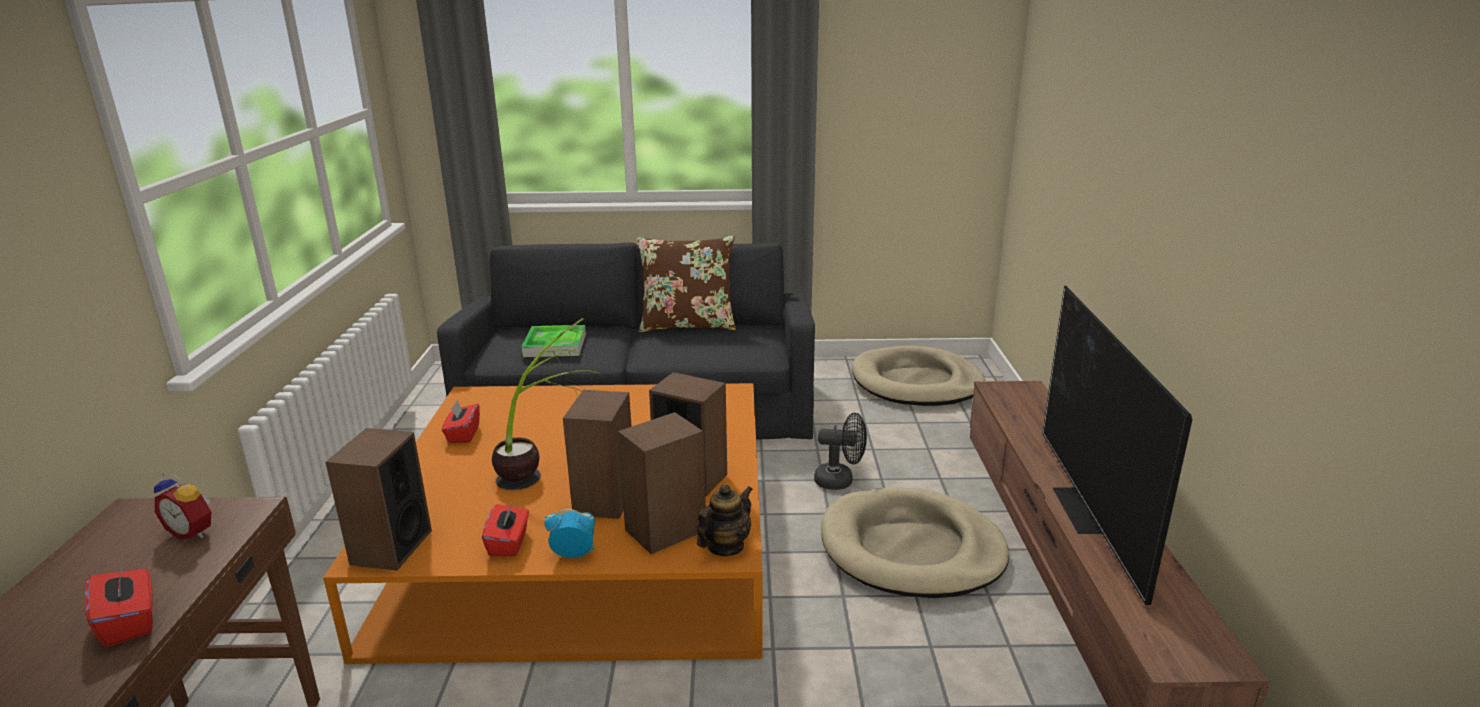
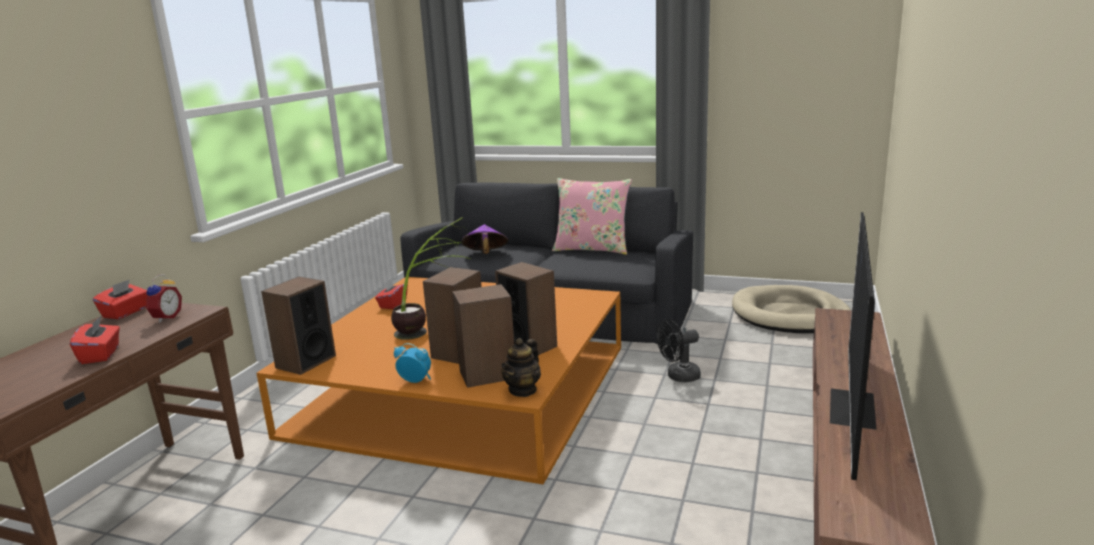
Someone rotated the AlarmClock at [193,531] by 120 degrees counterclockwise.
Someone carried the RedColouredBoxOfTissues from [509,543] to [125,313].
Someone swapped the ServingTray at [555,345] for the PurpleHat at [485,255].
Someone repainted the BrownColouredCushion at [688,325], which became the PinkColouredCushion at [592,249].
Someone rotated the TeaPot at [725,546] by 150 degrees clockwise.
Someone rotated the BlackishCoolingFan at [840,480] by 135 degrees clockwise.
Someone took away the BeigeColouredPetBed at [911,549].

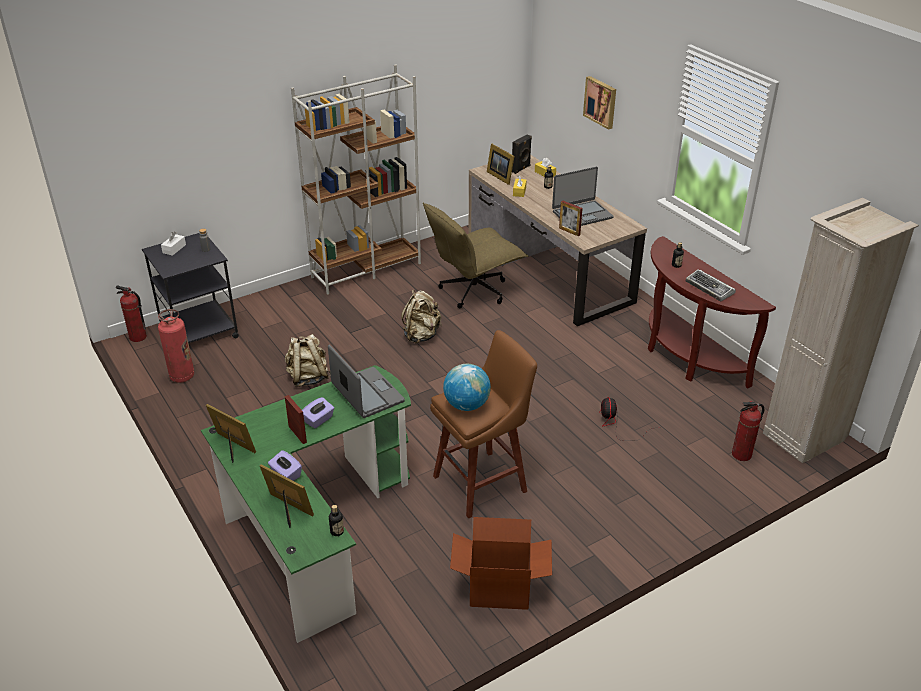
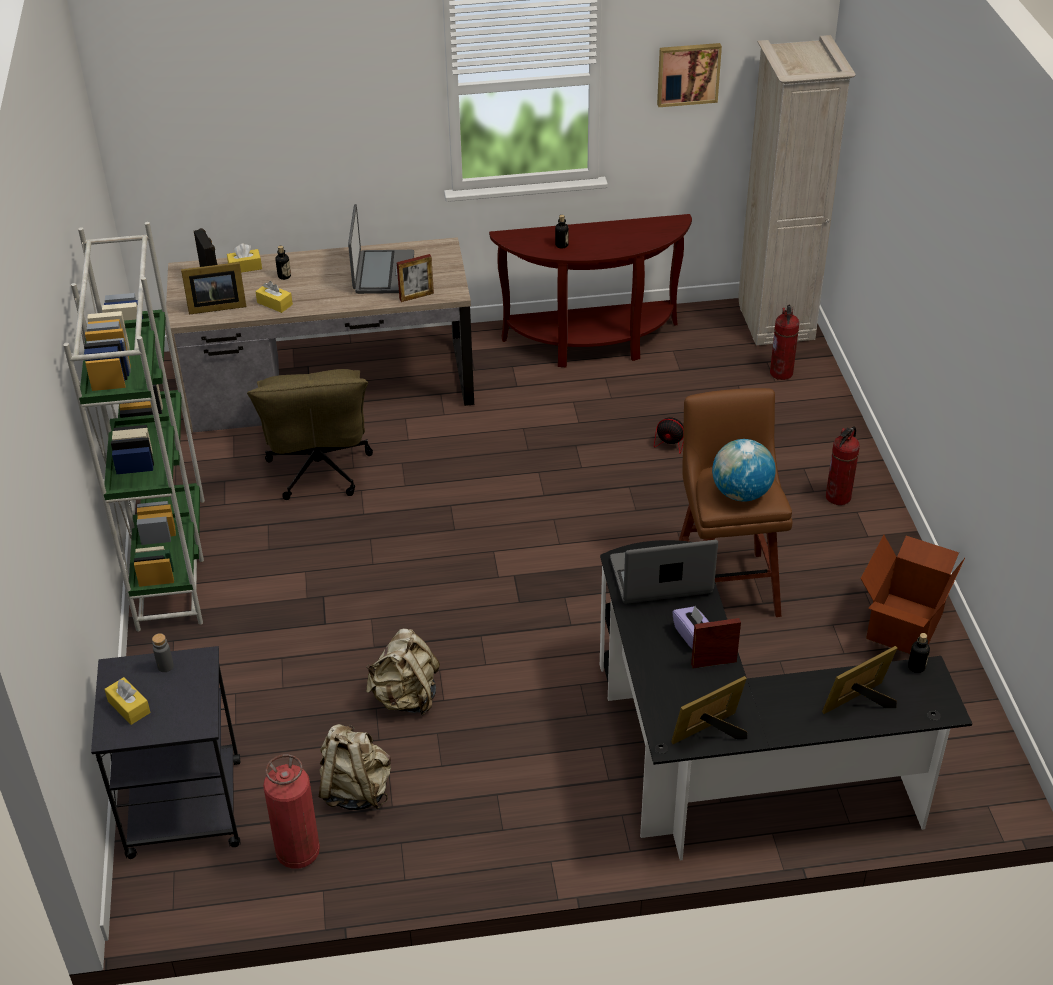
Someone carried the FireExtinguisher from [137,337] to [838,497].
Someone repainted the WhitishBoxOfTissues at [174,249], which became the YellowColouredBoxOfTissues at [129,707].
Someone repainted the GreenColouredDesk at [313,525], which became the BlackishDesk at [727,766].
Someone took away the PurpleBoxOfTissues at [286,474].
Someone repainted the BrownColouredBookcase at [367,270], which became the GreenColouredBookcase at [171,562].
Someone carried the BeigeColouredRucksack from [421,335] to [356,790].
Someone carried the Picture from [601,102] to [688,73].
Someone took away the PcKeyboard at [710,288].

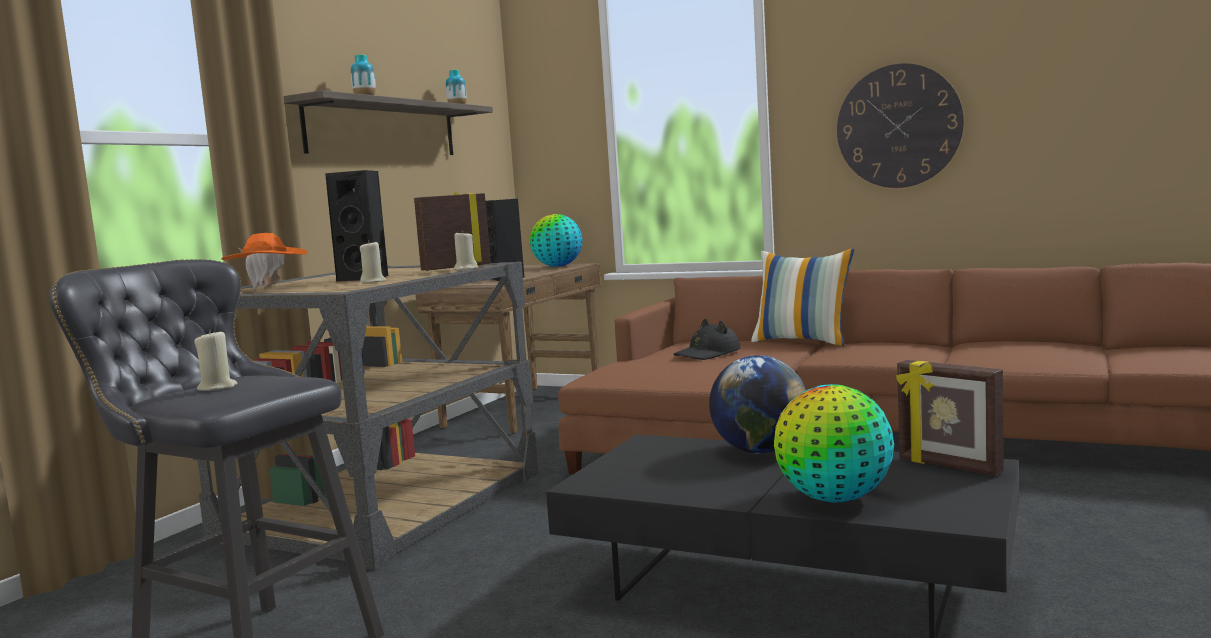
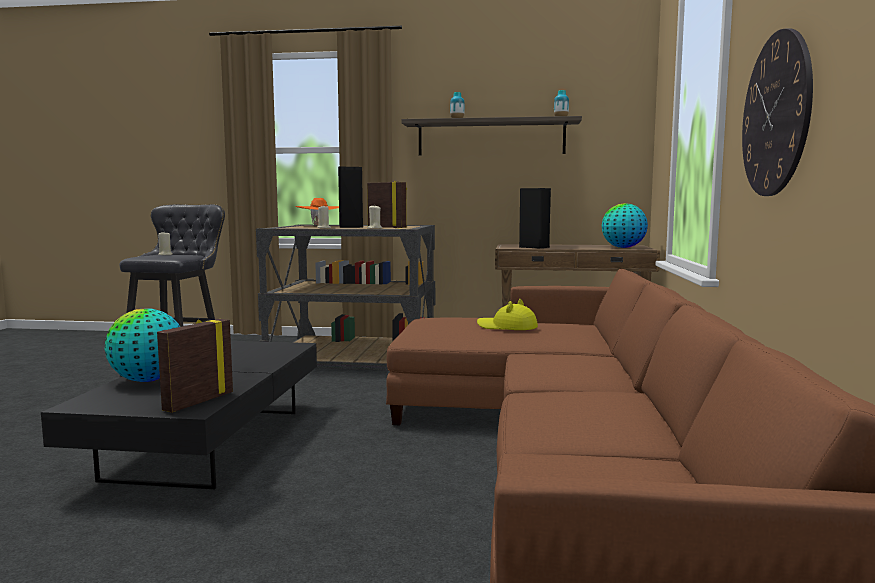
Someone repainted the BlackishHat at [707,354], which became the YellowColouredHat at [507,327].
Someone took away the Globe at [760,451].
Someone took away the Cushion at [802,341].

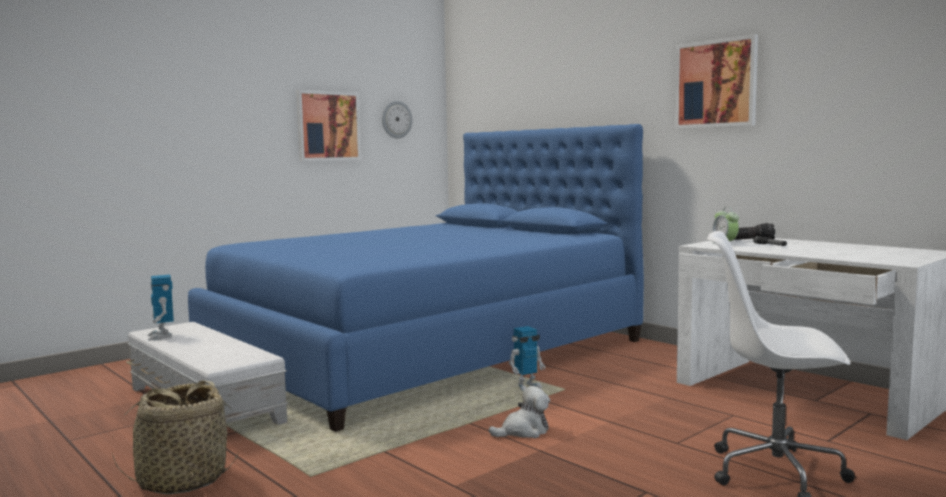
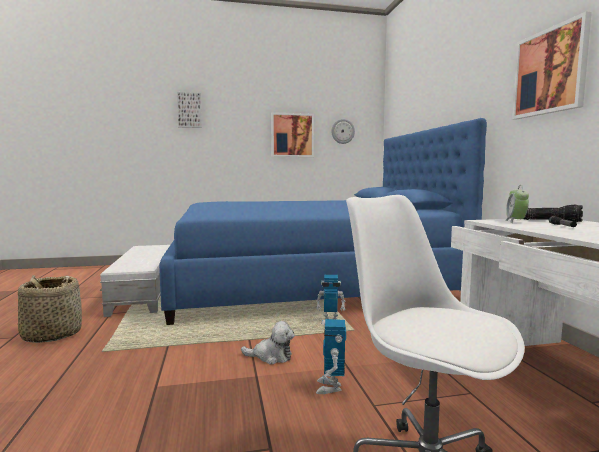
Someone carried the RobotFigure from [161,336] to [330,387].
Someone put up the Picture at [189,110].

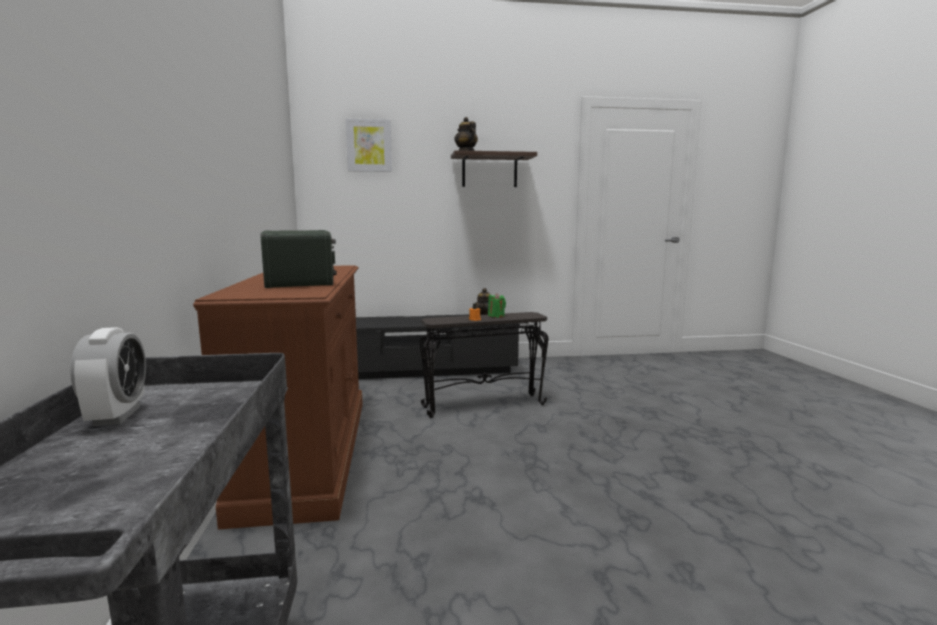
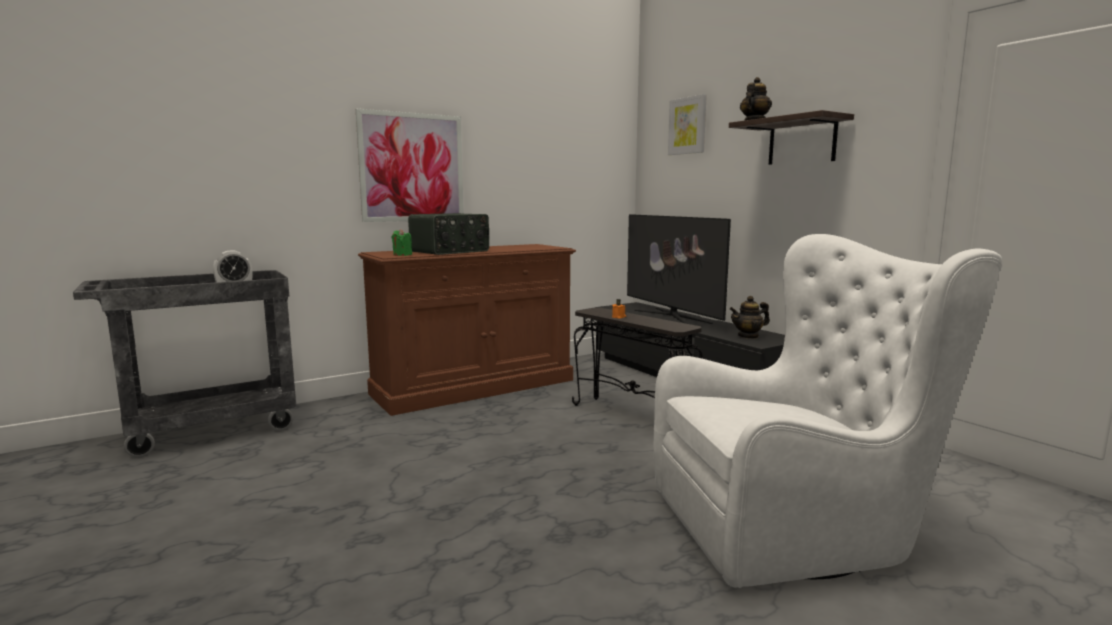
Someone carried the GreenColouredWaxCandle from [496,316] to [402,255].
Someone put up the Picture at [412,167].
Someone put down the TvSet at [671,316].
Someone put down the WhitishEasyChair at [798,526].

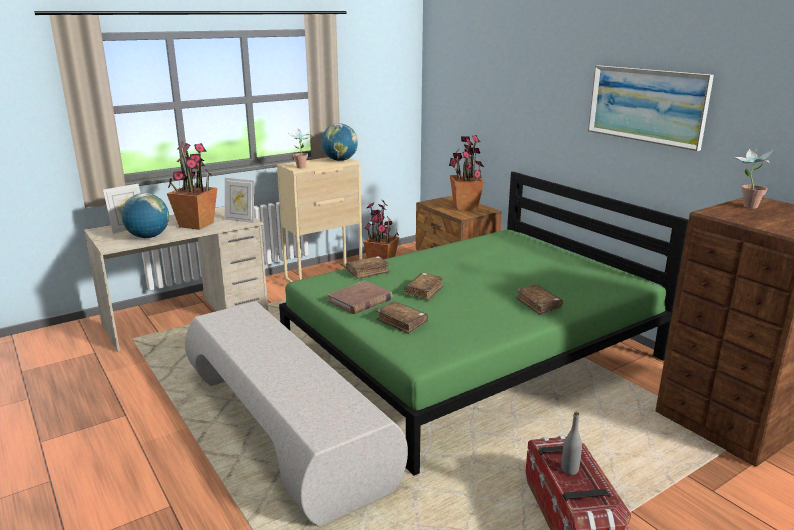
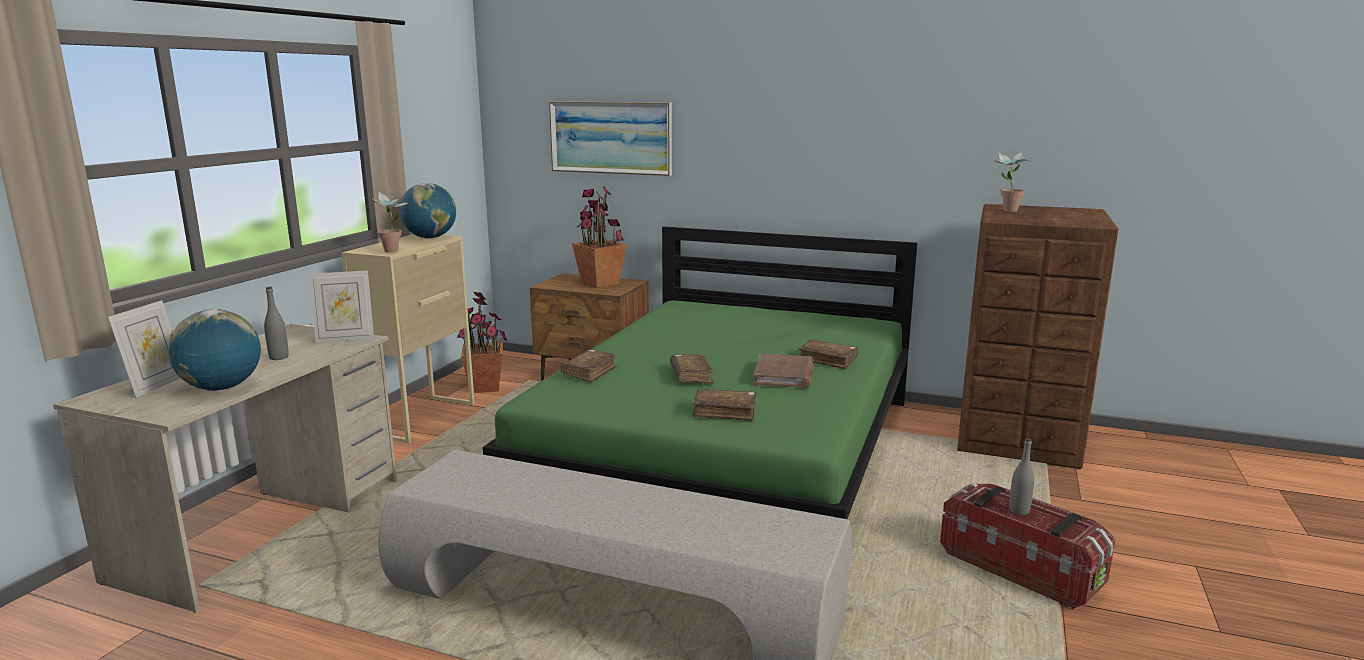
Someone swapped the PlantInAPot at [196,224] for the GreyishBottle at [279,357].
Someone carried the BrownColouredBoundBook from [360,300] to [784,375].
Someone carried the Picture from [646,105] to [610,137].

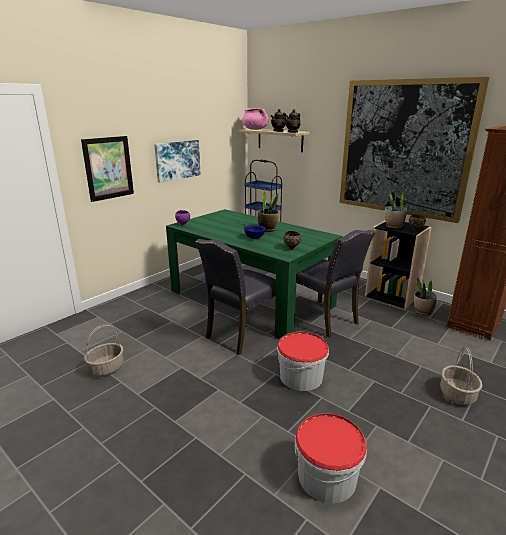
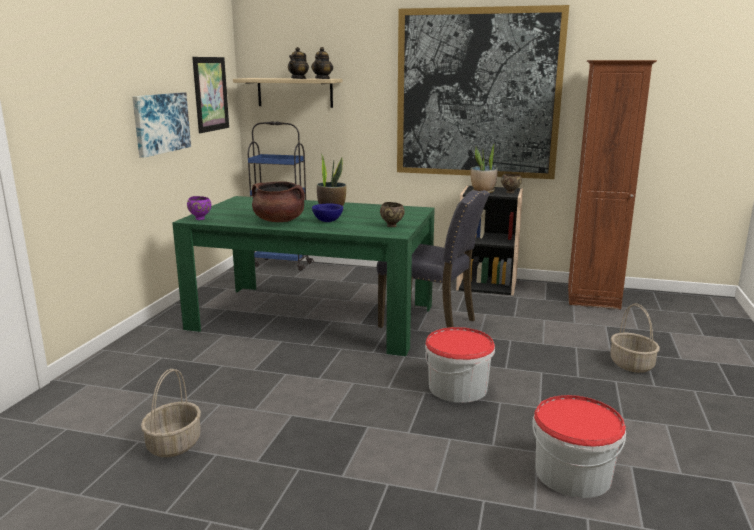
Someone carried the Picture from [108,168] to [210,94].
Someone took away the GreyishPlainChair at [241,334].
Someone took away the PinkColouredCookingPot at [255,129].
Someone took away the PlantInAPot at [422,311].
Someone put down the BrownColouredCookingPot at [279,221].

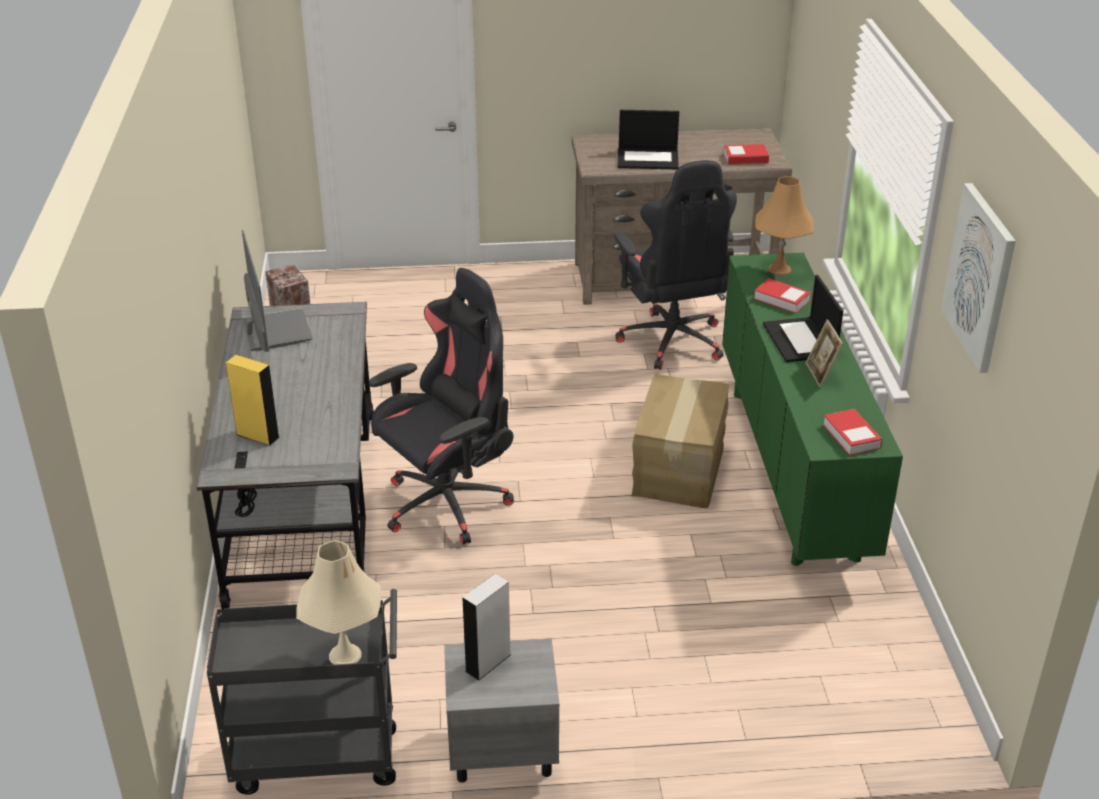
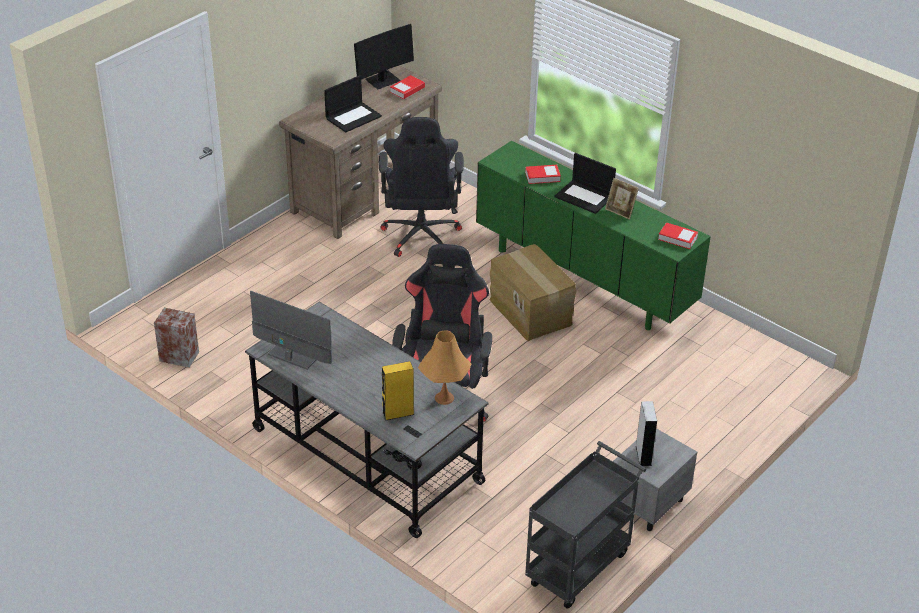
Someone took away the BeigeColouredTabletopLamp at [345,655].
Someone rotated the BlackishDeskChair at [671,340] by 60 degrees clockwise.
Someone carried the OrangeyTabletopLamp from [779,269] to [444,398].
Someone took away the Picture at [980,277].
Someone put down the ComputerScreen at [383,81].

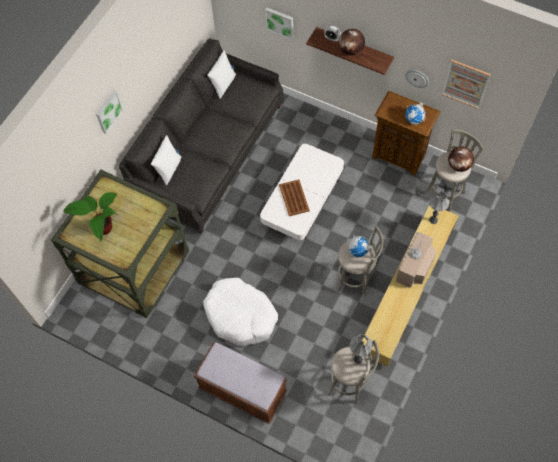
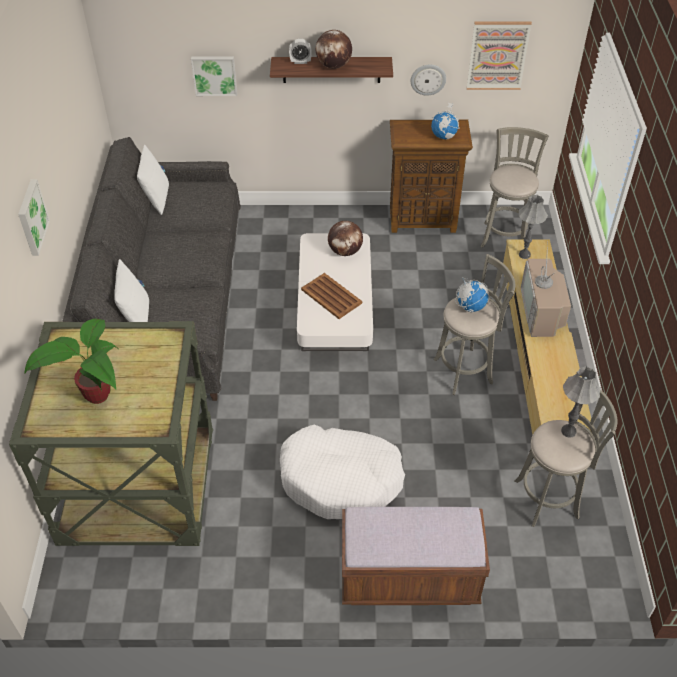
Someone carried the Globe from [459,165] to [345,251].

